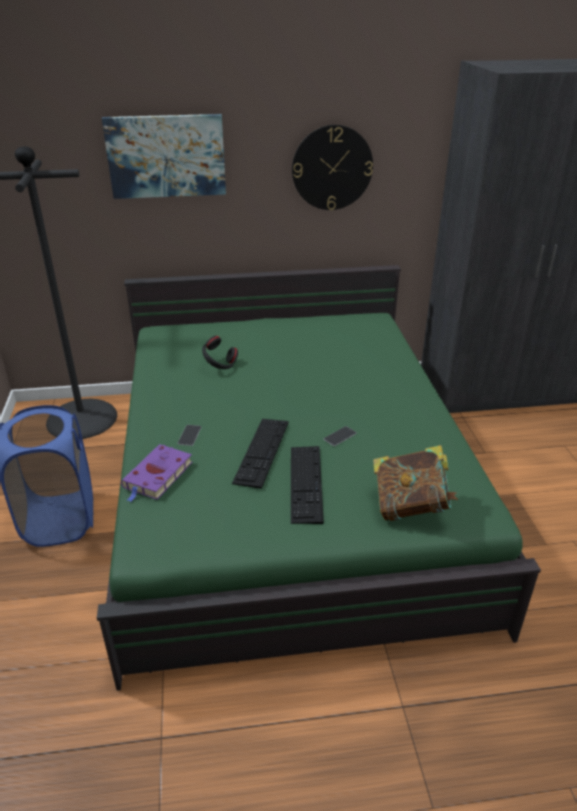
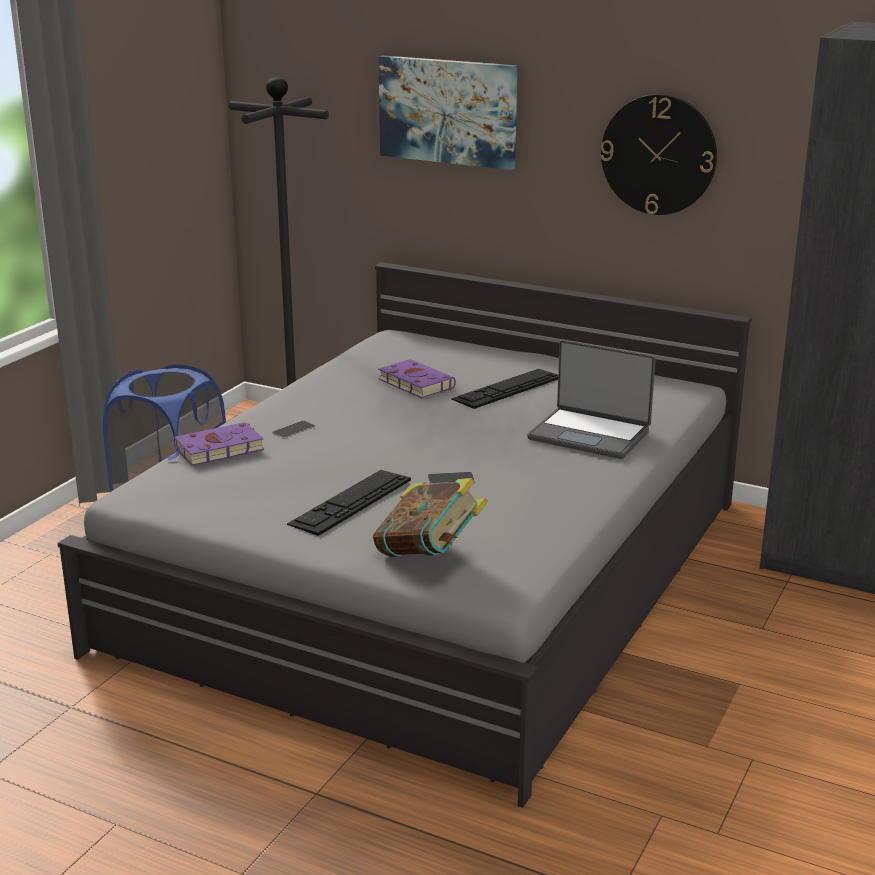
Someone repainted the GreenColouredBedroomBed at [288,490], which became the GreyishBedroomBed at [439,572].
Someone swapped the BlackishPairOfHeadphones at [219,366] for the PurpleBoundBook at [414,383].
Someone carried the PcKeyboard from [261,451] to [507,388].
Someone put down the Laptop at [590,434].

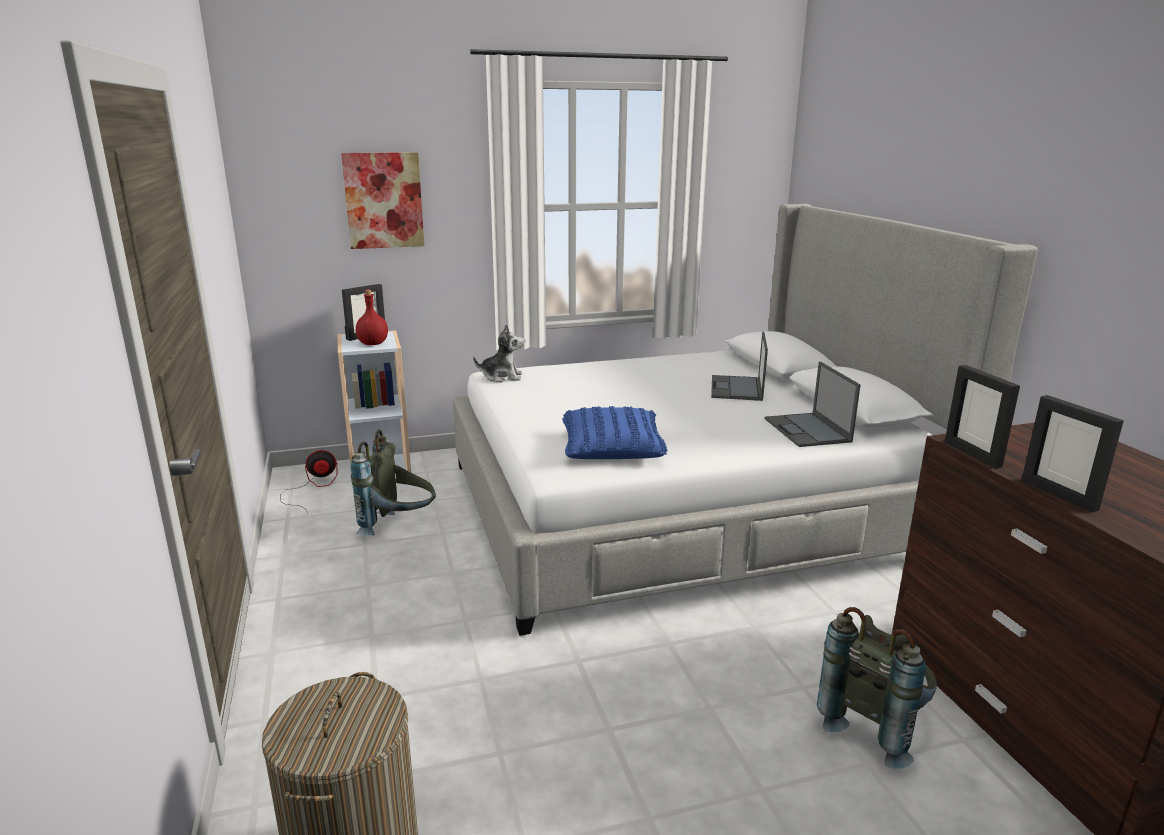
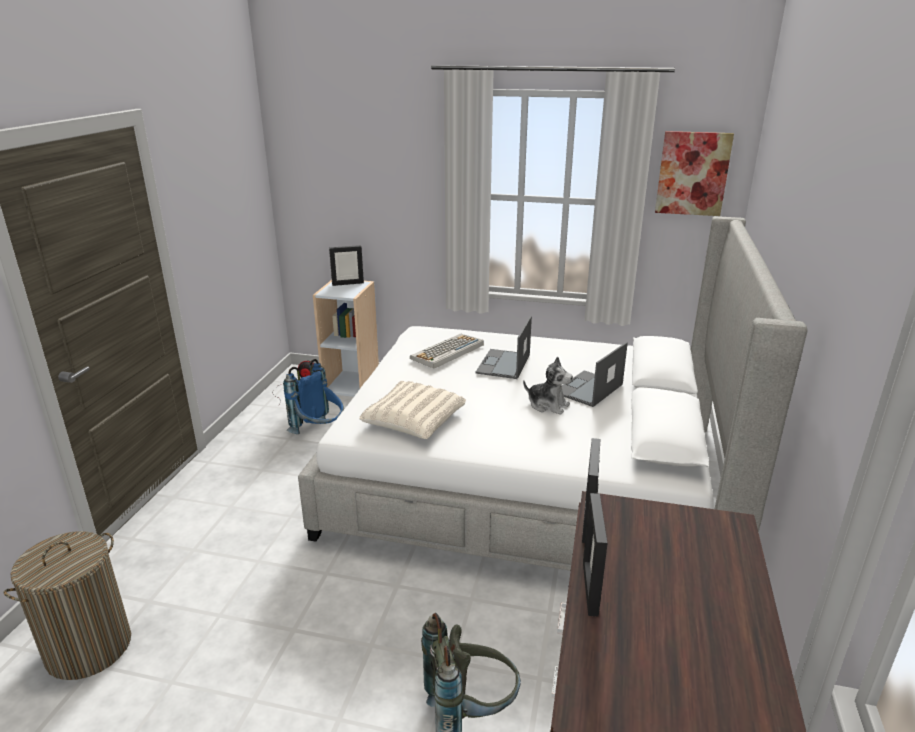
Someone carried the Picture from [383,200] to [692,173].
Someone repainted the GreyishRucksack at [399,527], which became the BlueColouredRucksack at [320,432].
Someone took away the RedColouredBottle at [373,343].
Someone carried the PlushToy from [502,377] to [548,405].
Someone repainted the BlueColouredCushion at [612,447], which became the BeigeColouredCushion at [413,419].
Someone carried the Laptop from [808,430] to [503,364].
Someone put down the PcKeyboard at [447,352].

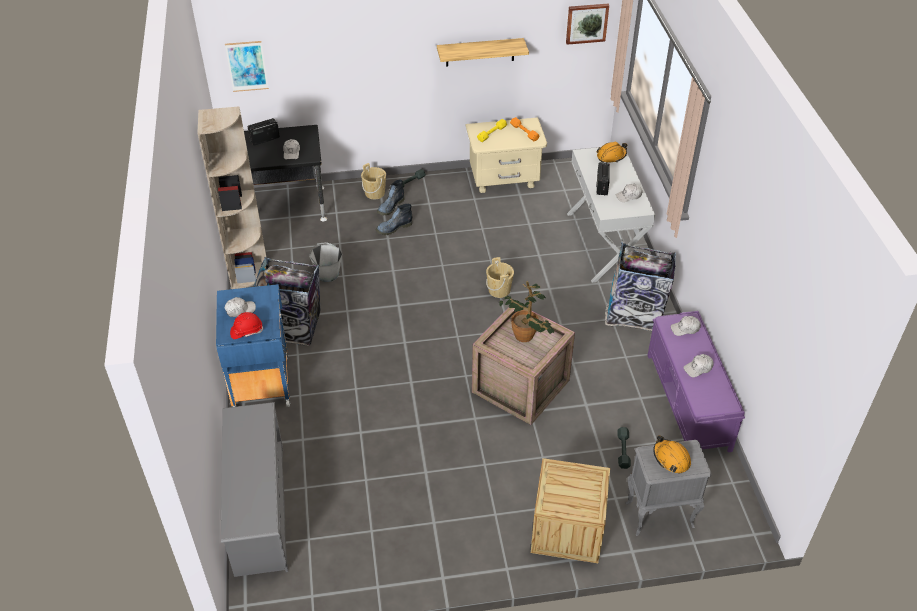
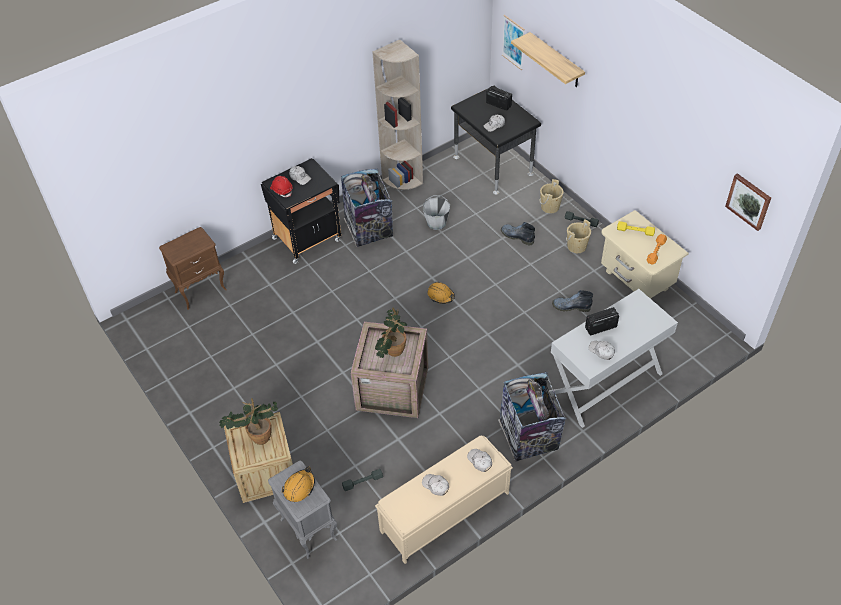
Someone repainted the BlueColouredCart at [261,382], which became the BlackishCart at [308,239].
Someone swapped the GreyishShoeStand at [259,509] for the BrownColouredBedsideTable at [201,290].
Someone carried the HighTopBoot from [390,207] to [570,307].
Someone carried the WallShelf from [480,52] to [556,61].
Someone carried the BeigeColouredPail from [499,290] to [576,246].
Someone carried the OrangeyHardHat from [611,156] to [441,295].
Someone repainted the PurpleBench at [688,402], which became the BeigeColouredBench at [444,512].
Someone put down the PlantInAPot at [256,437].

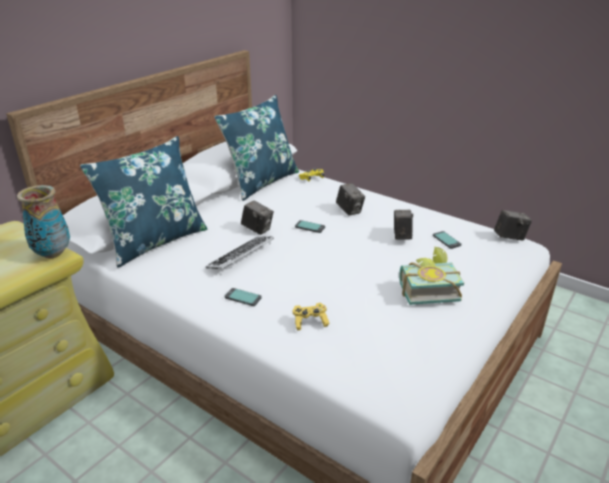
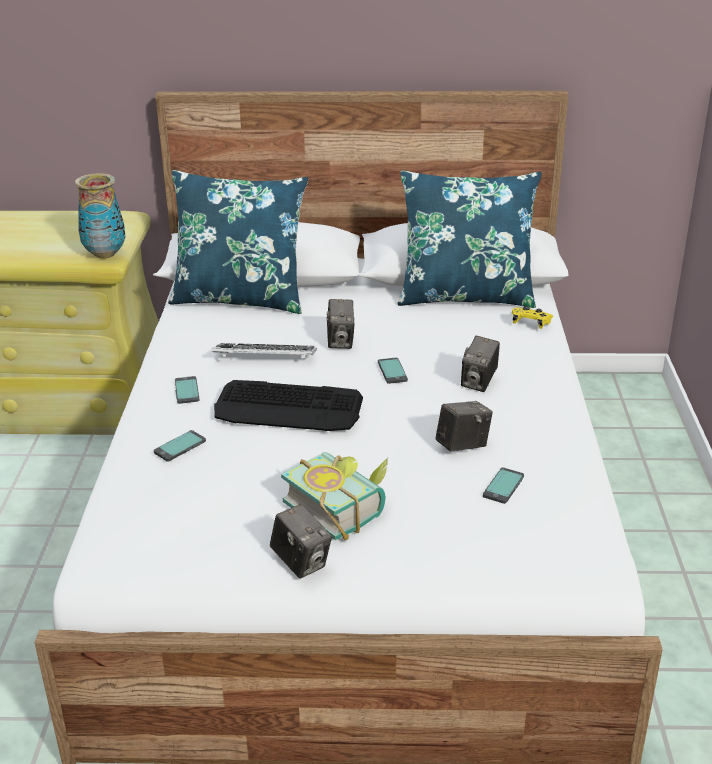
Someone swapped the YellowColouredGamepad at [310,321] for the Phone at [180,447].
Someone carried the PhotoCamera from [509,237] to [301,562].
Someone put down the PcKeyboard at [289,408].

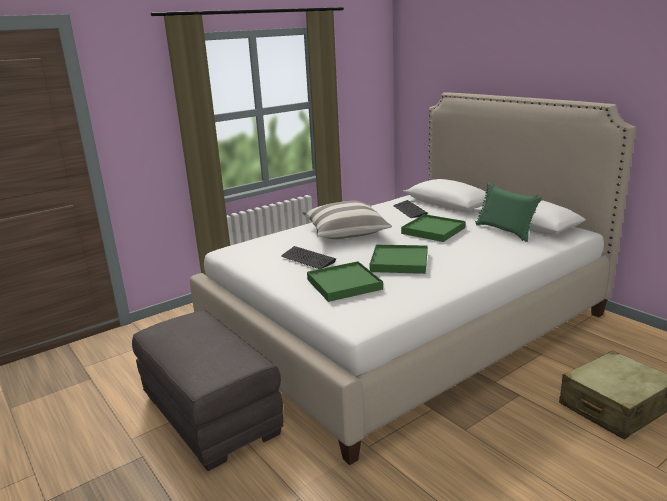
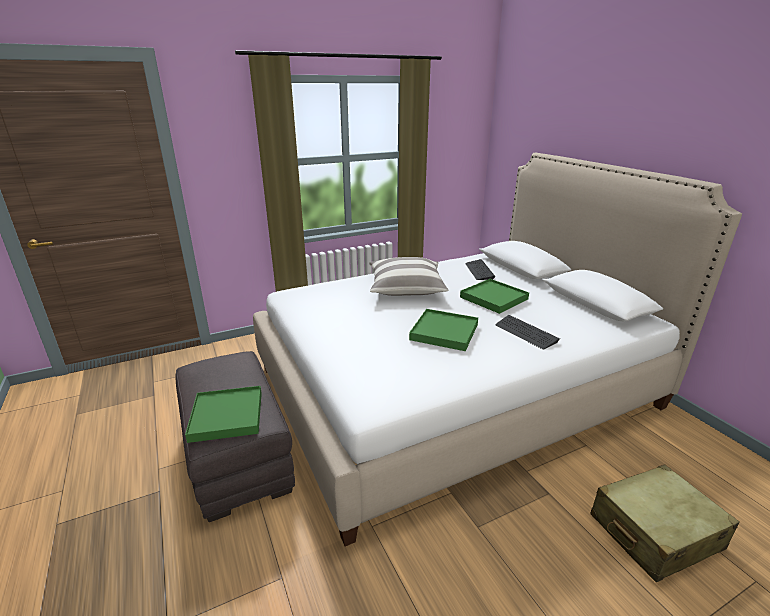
Someone carried the PcKeyboard from [308,259] to [525,333].
Someone carried the GreenColouredServingTray from [343,284] to [226,416].
Someone took away the GreenColouredCushion at [505,231].

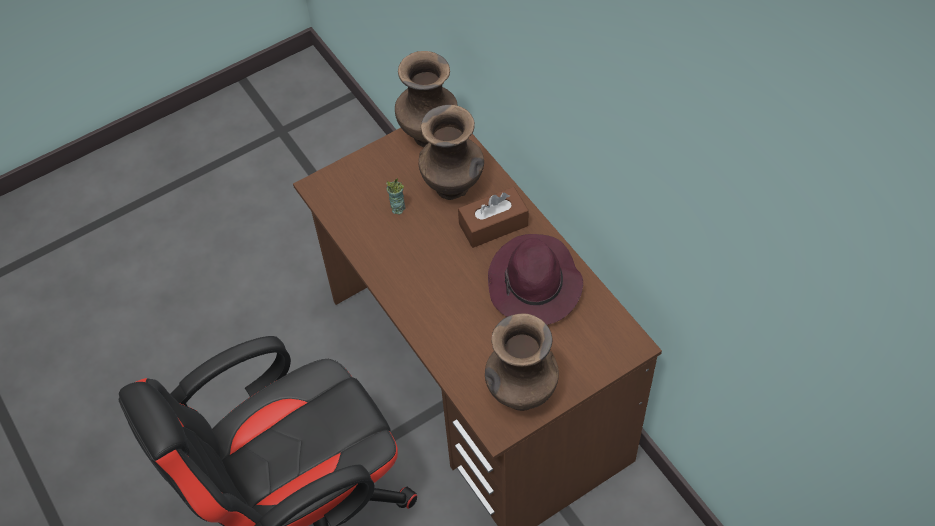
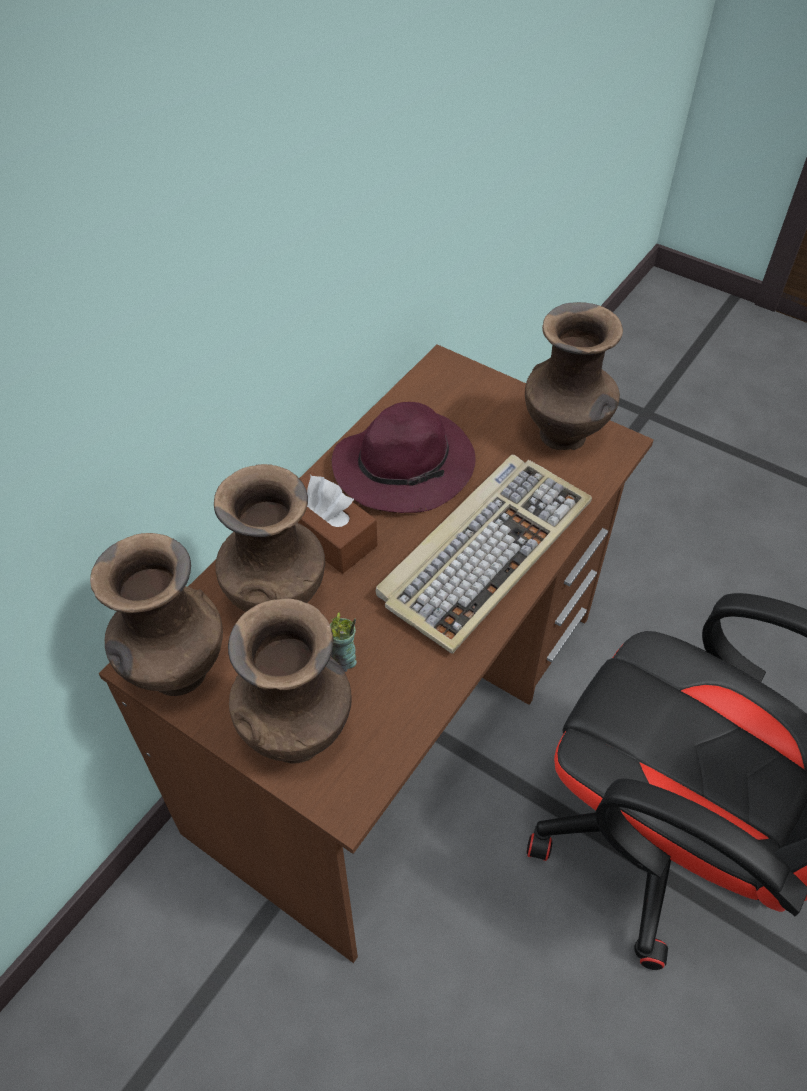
Someone put down the BrownColouredVase at [298,734].
Someone put down the PcKeyboard at [484,550].

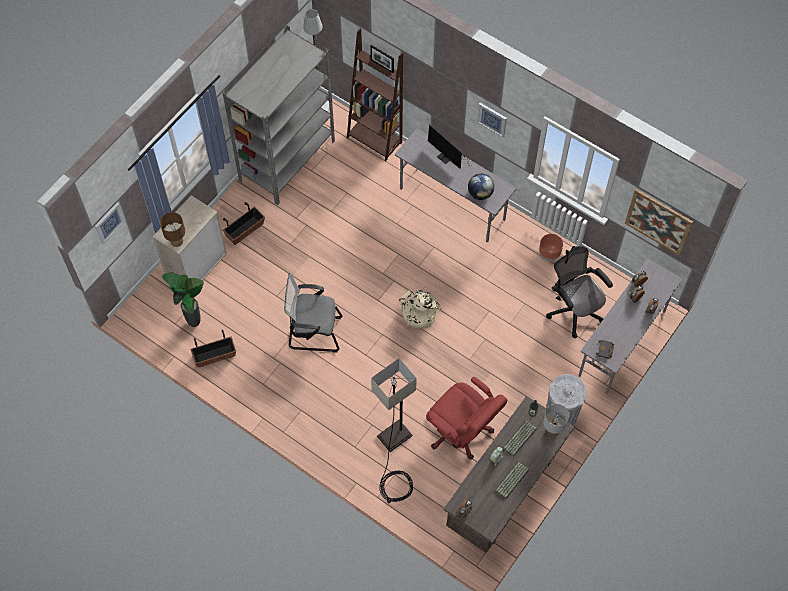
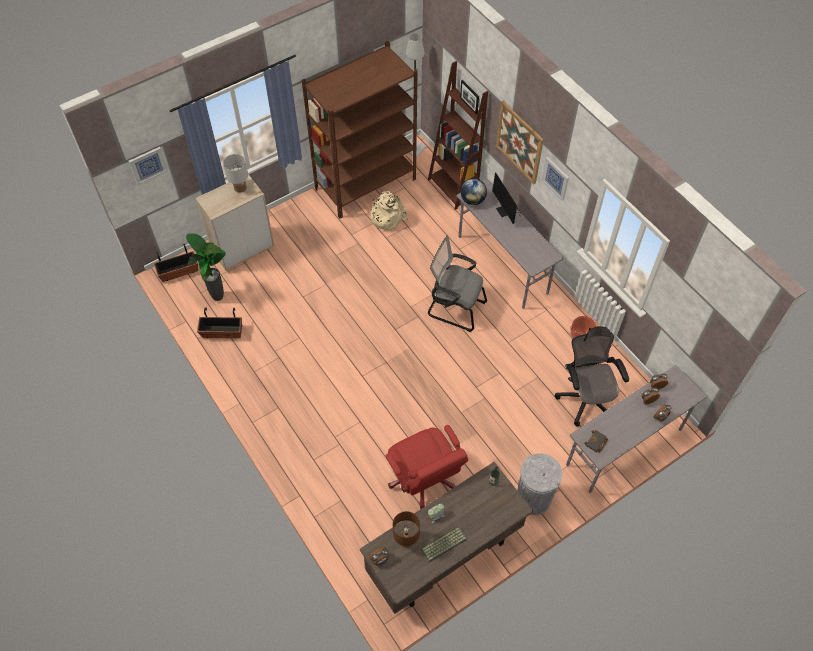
Someone carried the BrownColouredTabletopLamp from [176,241] to [406,540].
Someone repainted the GreyishBookcase at [287,160], which became the BrownColouredBookcase at [365,184].
Someone carried the PlantPot from [245,230] to [179,272].
Someone carried the PlainChair from [313,332] to [455,308].
Someone took away the FloorLamp at [394,463].
Someone carried the BeigeColouredRucksack from [418,312] to [386,216].
Someone carried the Globe from [480,193] to [473,200].
Someone took away the PcKeyboard at [519,439].
Someone carried the GreyishTabletopLamp from [553,430] to [240,188].
Someone carried the Picture from [658,221] to [519,142].

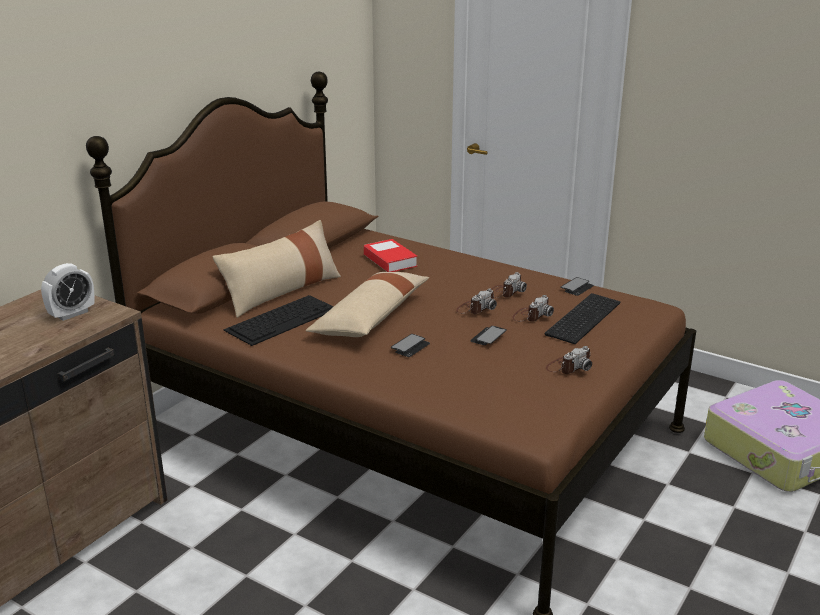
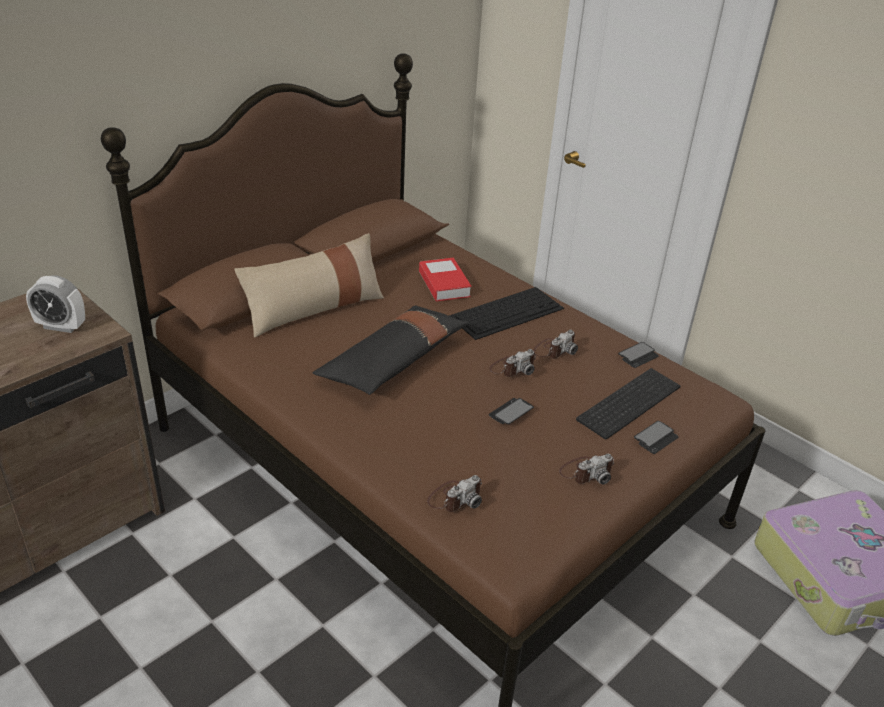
Someone rotated the AlarmClock at [72,314] by 45 degrees clockwise.
Someone carried the PcKeyboard from [282,319] to [507,312].
Someone repainted the BeigeColouredCushion at [370,318], which became the BlackishCushion at [393,362].
Someone carried the Phone from [410,346] to [655,438].
Someone carried the PhotoCamera from [531,315] to [455,498].

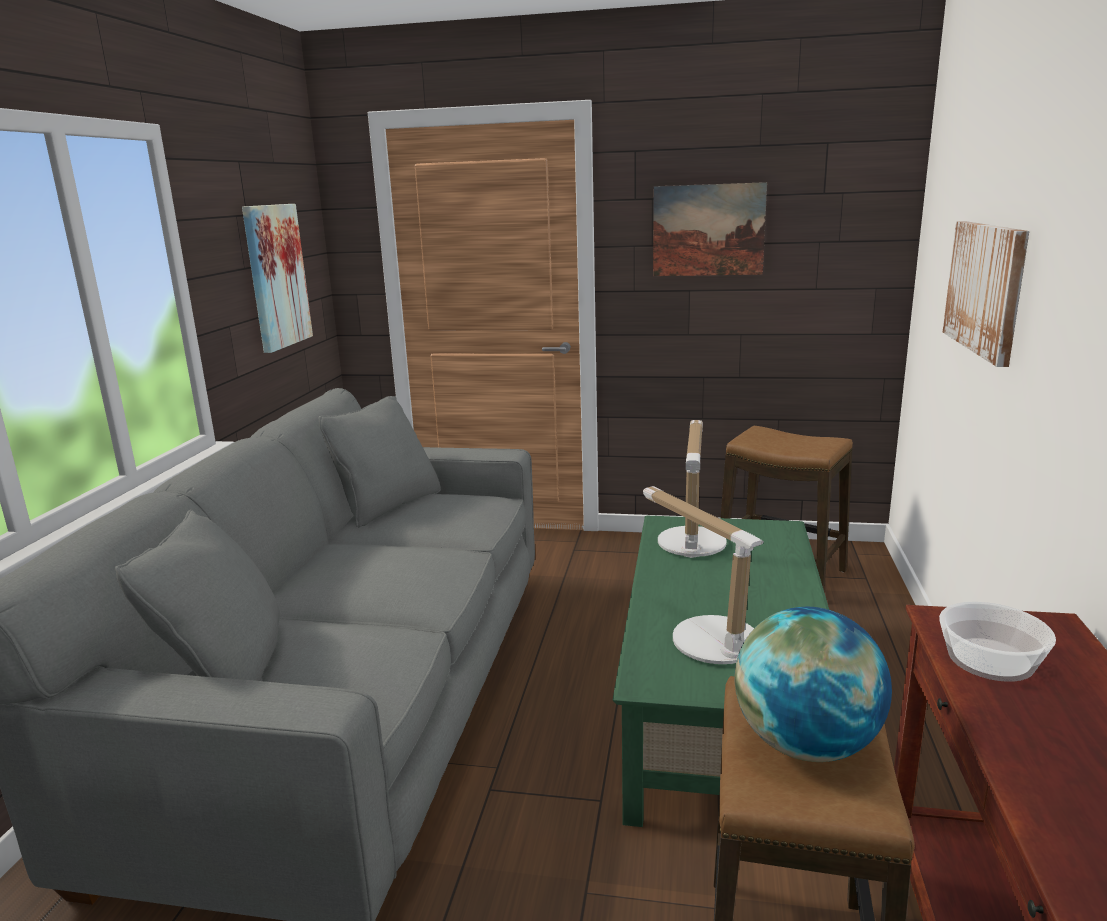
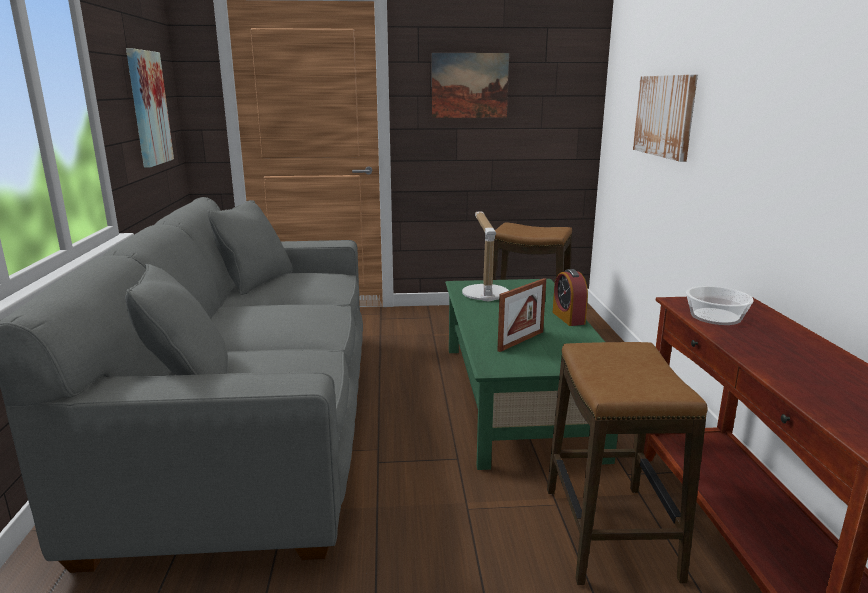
Someone swapped the TabletopLamp at [708,637] for the PhotoFrame at [521,341].
Someone took away the Globe at [806,744].
Someone put down the AlarmClock at [568,318].

